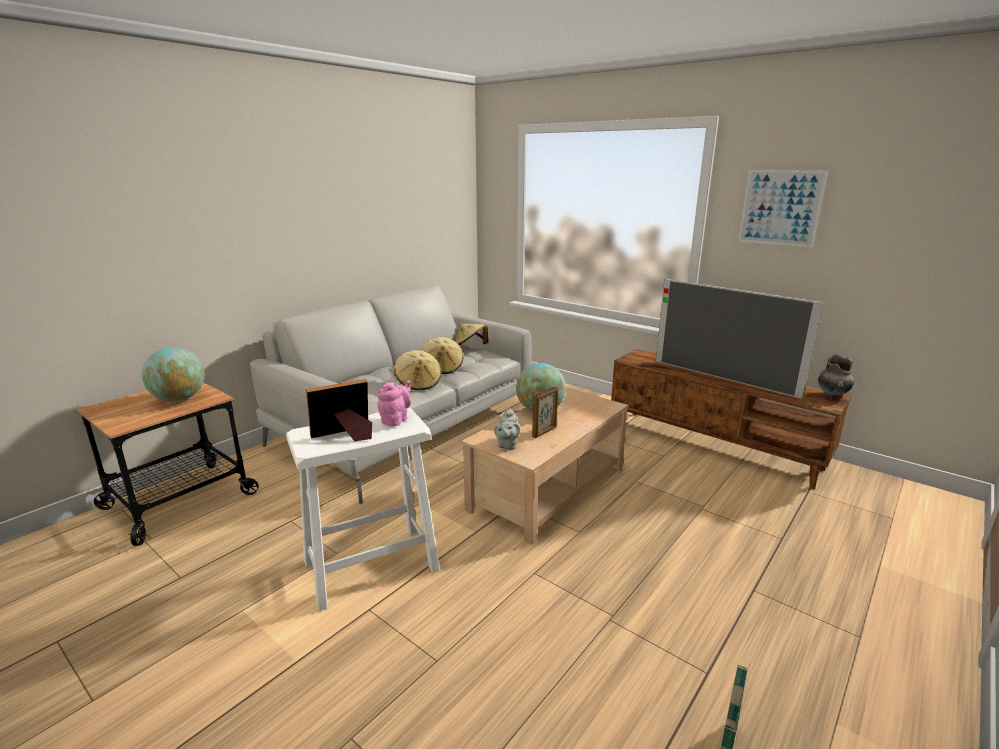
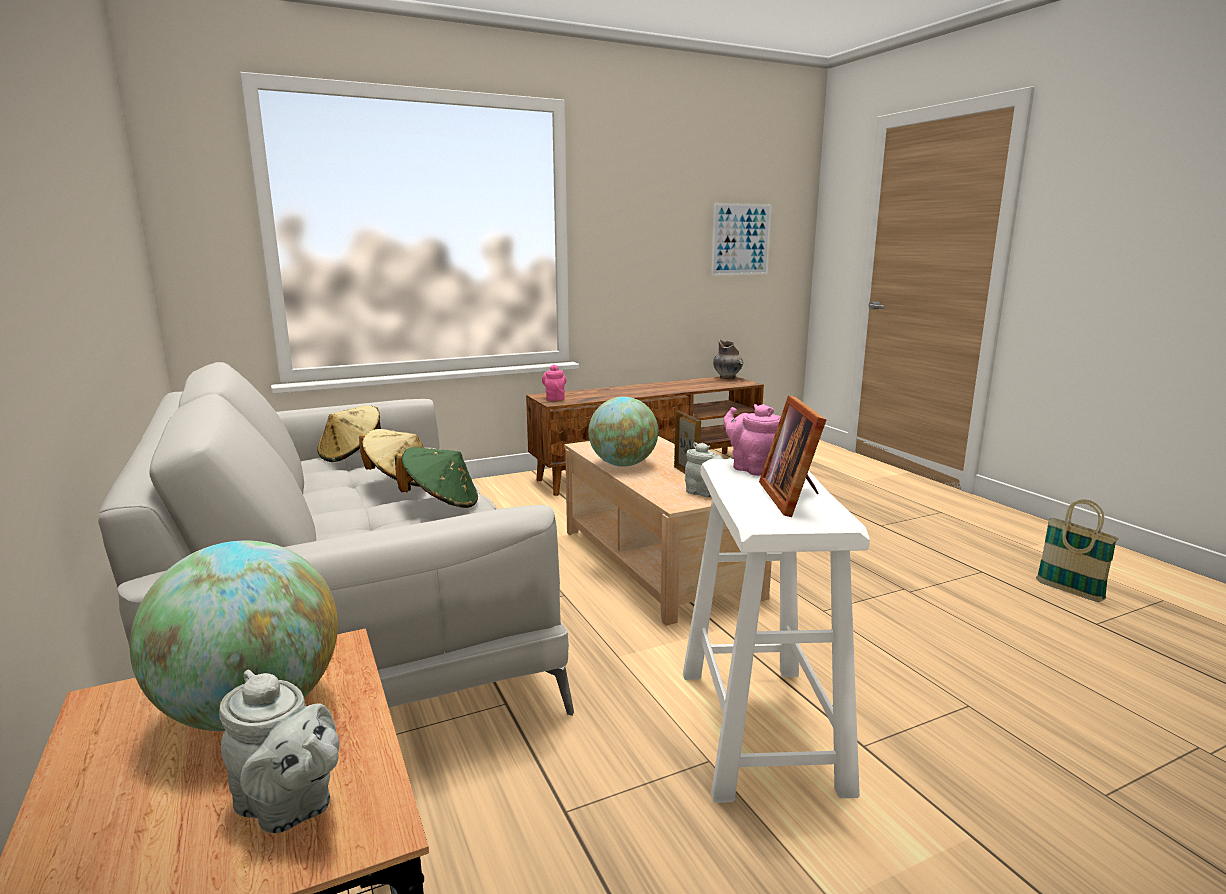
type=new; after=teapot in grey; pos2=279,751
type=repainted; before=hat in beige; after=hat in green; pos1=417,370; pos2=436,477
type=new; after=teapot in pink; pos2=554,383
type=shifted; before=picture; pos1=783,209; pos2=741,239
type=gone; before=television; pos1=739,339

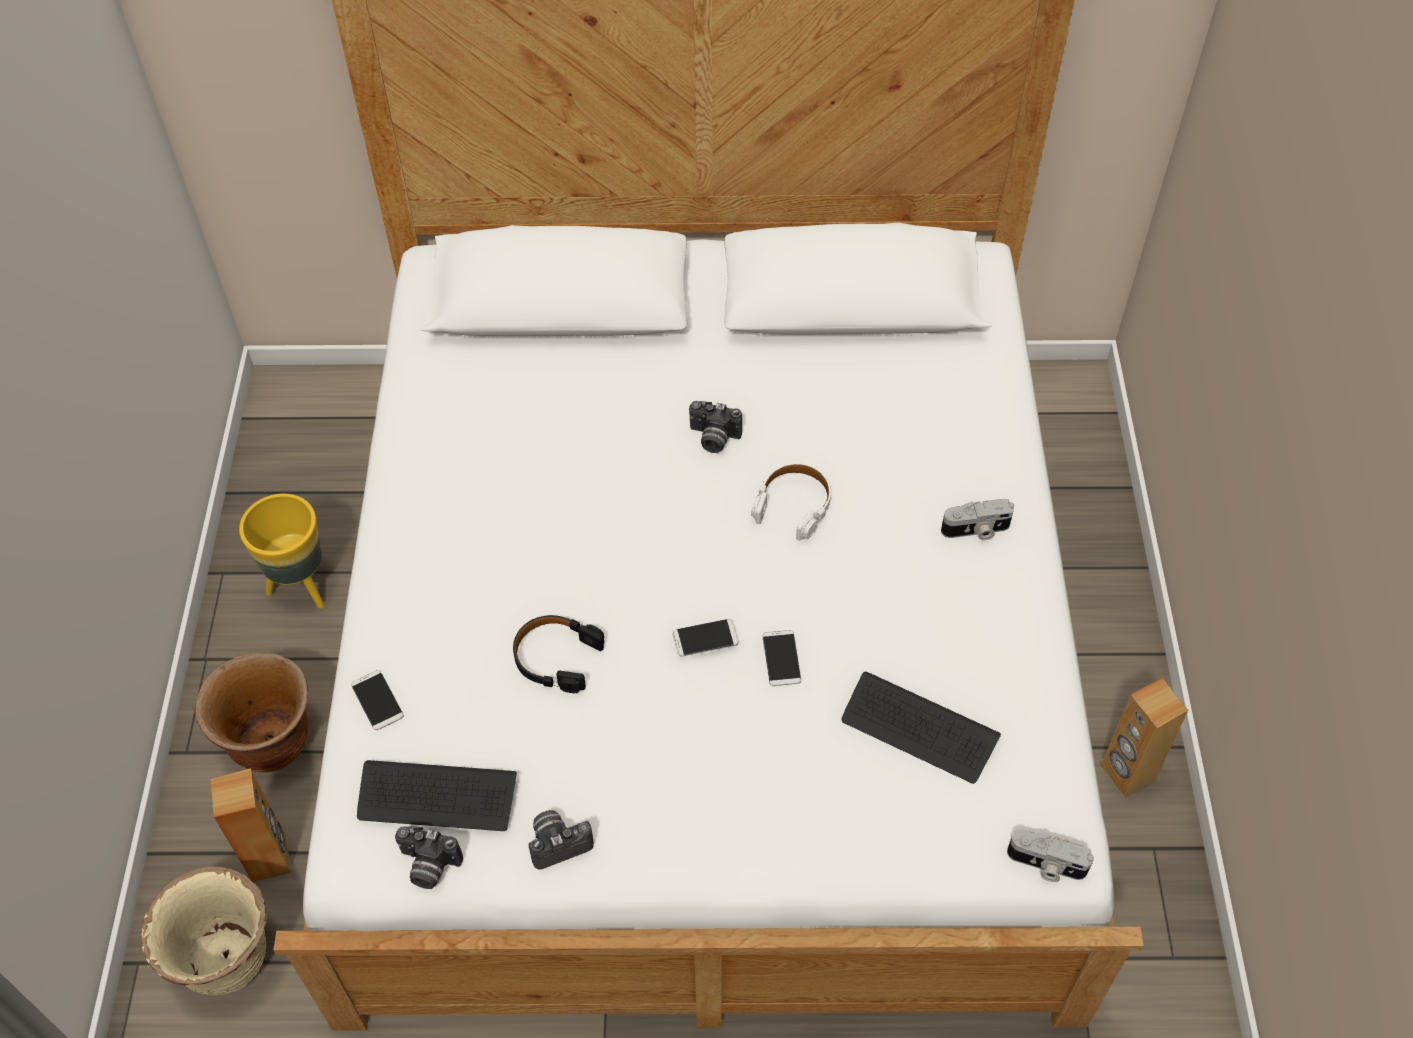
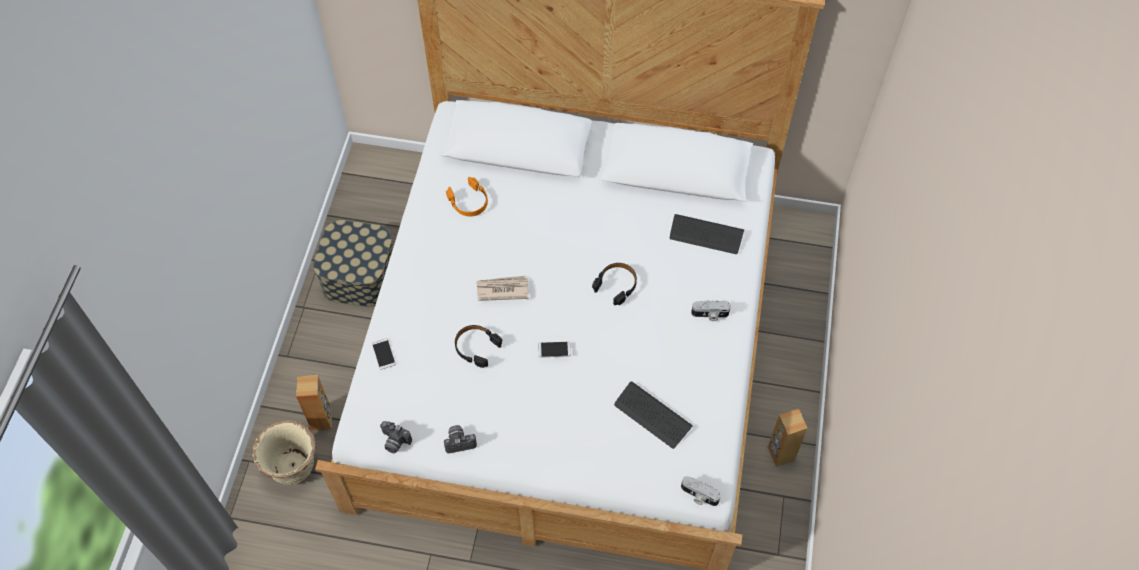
type=swapped; before=planter in yellow; after=storage box; pos1=281,551; pos2=353,263
type=new; after=headphones in orange; pos2=467,196
type=new; after=newspaper; pos2=502,288
type=repainted; before=headphones in white; after=headphones in black; pos1=791,502; pos2=614,284
type=shifted; before=keyboard; pos1=437,795; pos2=707,234
type=gone; before=planter in brown; pos1=251,712
type=gone; before=photo camera; pos1=715,427
type=gone; before=phone; pos1=782,658

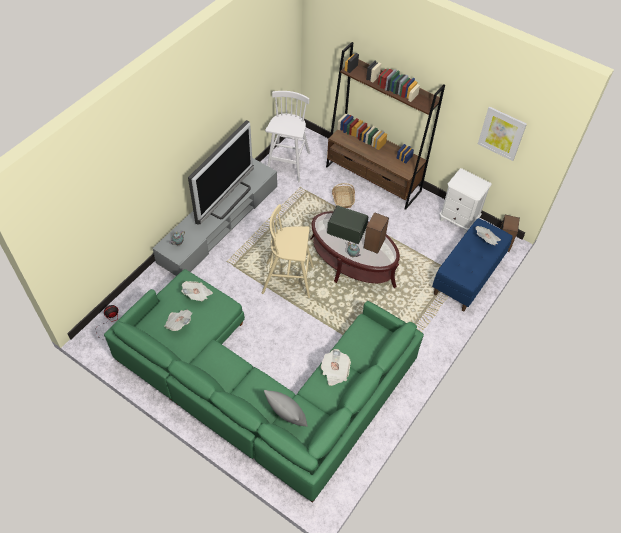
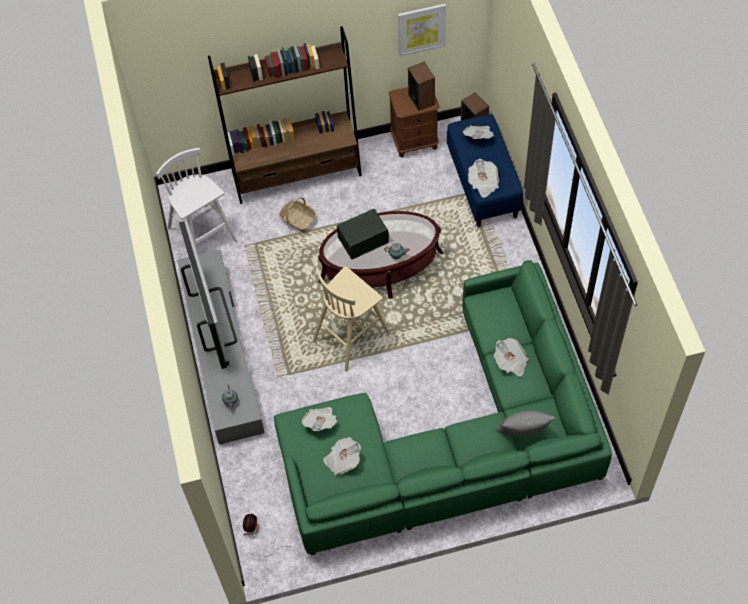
type=repainted; before=nightstand in white; after=nightstand in brown; pos1=466,201; pos2=414,122
type=shifted; before=speaker; pos1=376,233; pos2=421,86
type=new; after=newspaper; pos2=483,178

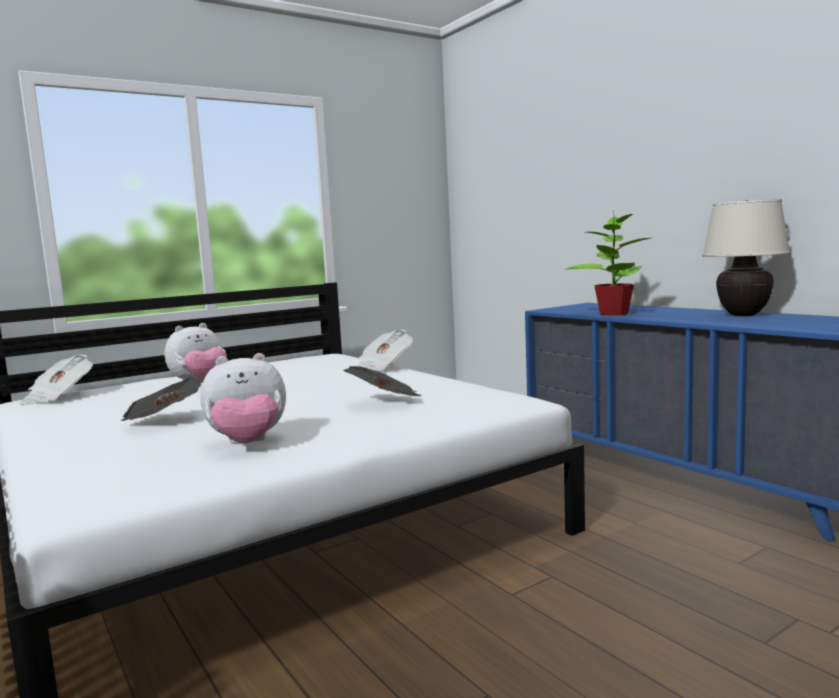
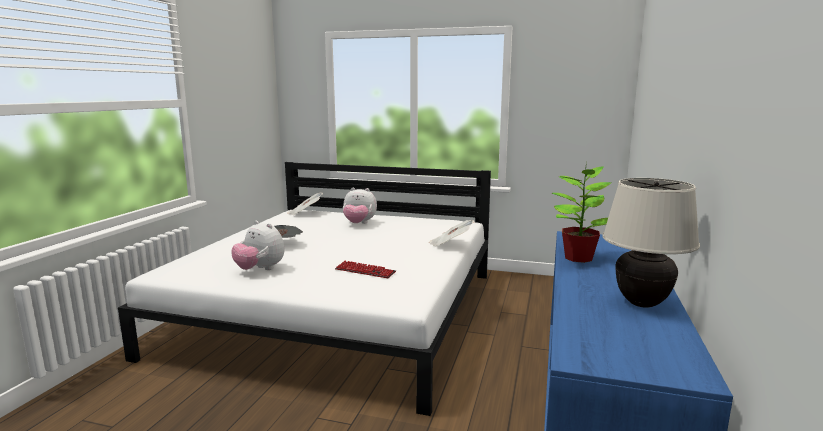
type=swapped; before=newspaper; after=keyboard; pos1=382,381; pos2=365,269

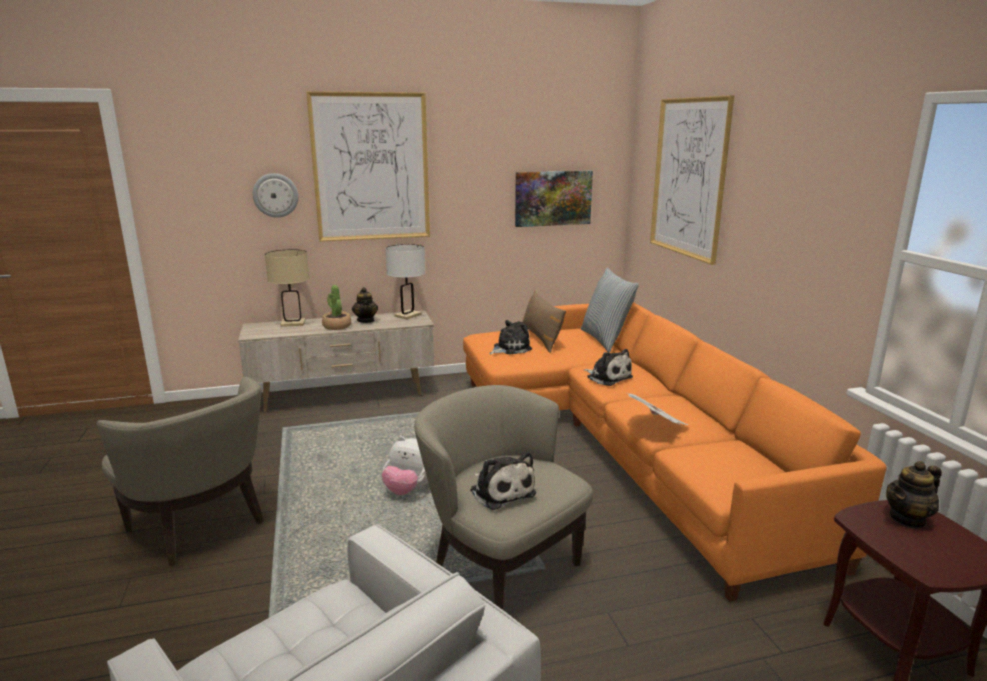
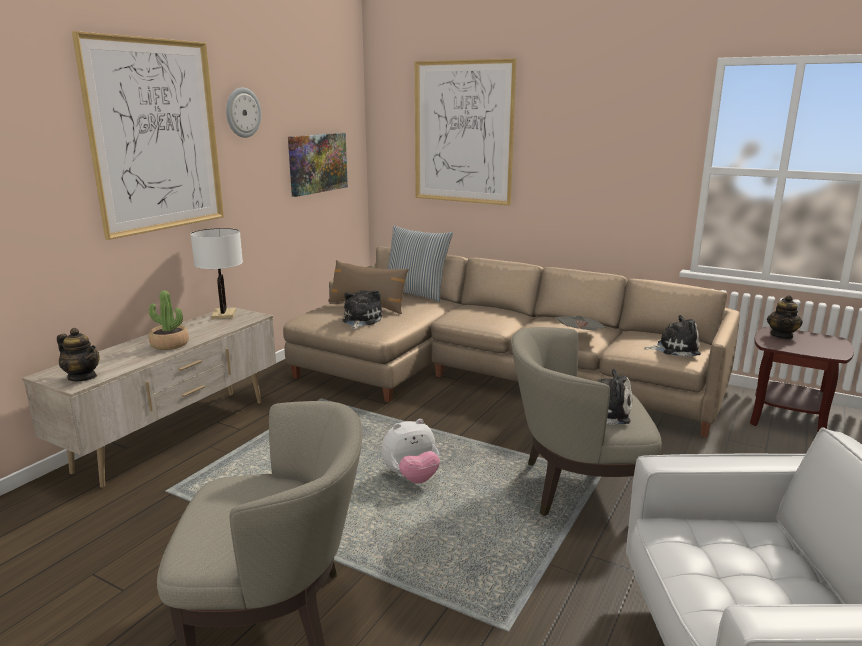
type=shifted; before=teapot; pos1=365,305; pos2=78,354
type=shifted; before=wall clock; pos1=275,195; pos2=243,112
type=repainted; before=sofa in orange; after=sofa in beige; pos1=675,451; pos2=511,342
type=shifted; before=plush toy; pos1=608,367; pos2=672,336
type=gone; before=table lamp in beige; pos1=287,288

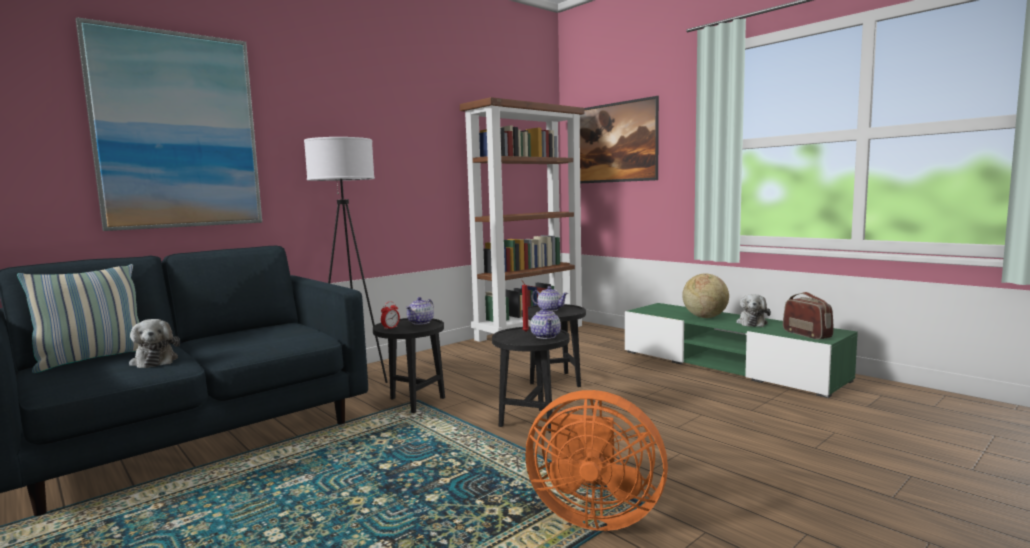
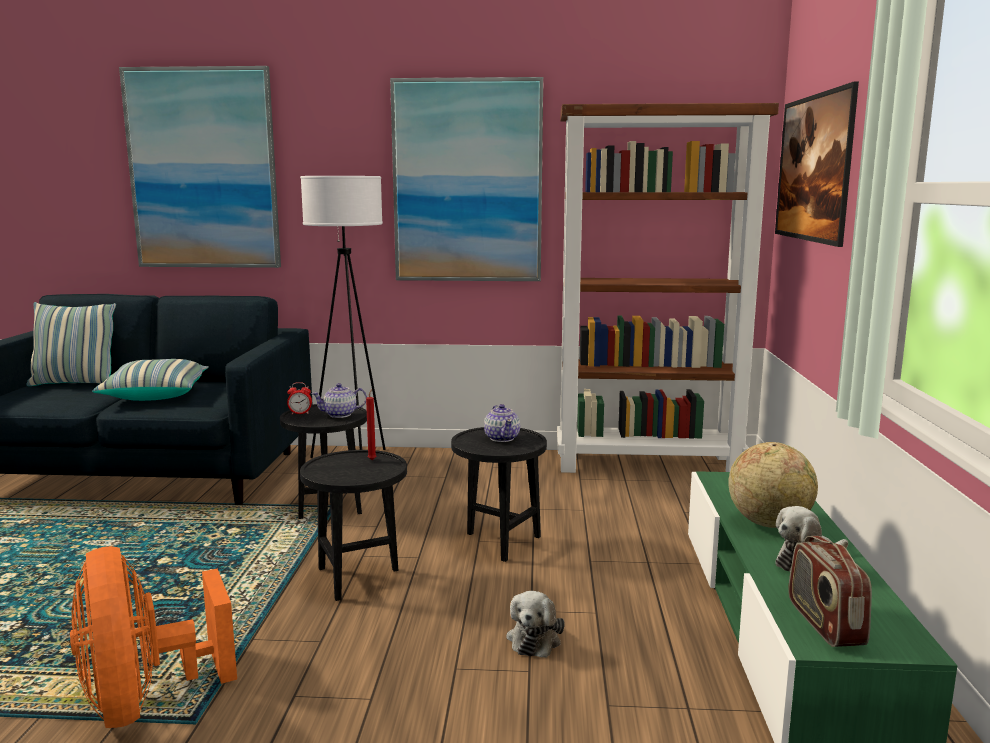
type=new; after=pillow; pos2=150,380
type=new; after=picture; pos2=466,179
type=shifted; before=plush toy; pos1=154,343; pos2=535,624
type=rotated; before=radio; pos1=808,315; pos2=830,591; turn=150
type=gone; before=teapot; pos1=545,323

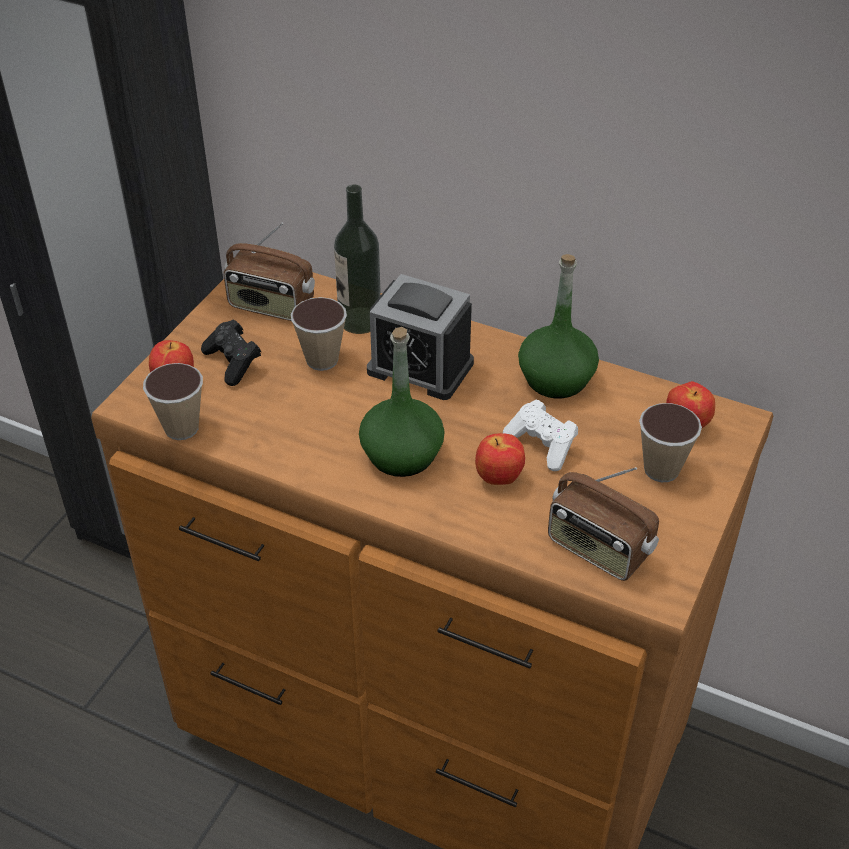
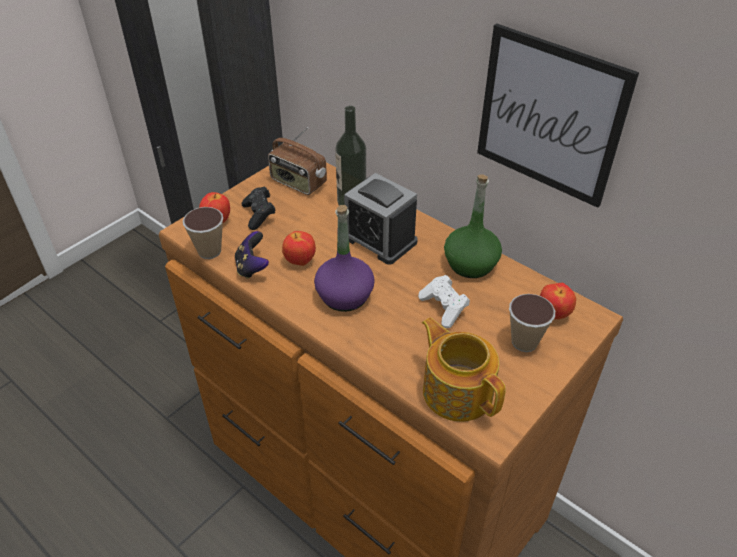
type=new; after=game controller; pos2=252,255
type=shifted; before=apple; pos1=500,459; pos2=299,248
type=repainted; before=bottle in green; after=bottle in purple; pos1=402,402; pos2=344,258
type=swapped; before=radio; after=teapot; pos1=603,524; pos2=464,370
type=new; after=picture; pos2=558,116
type=gone; before=cup; pos1=319,334

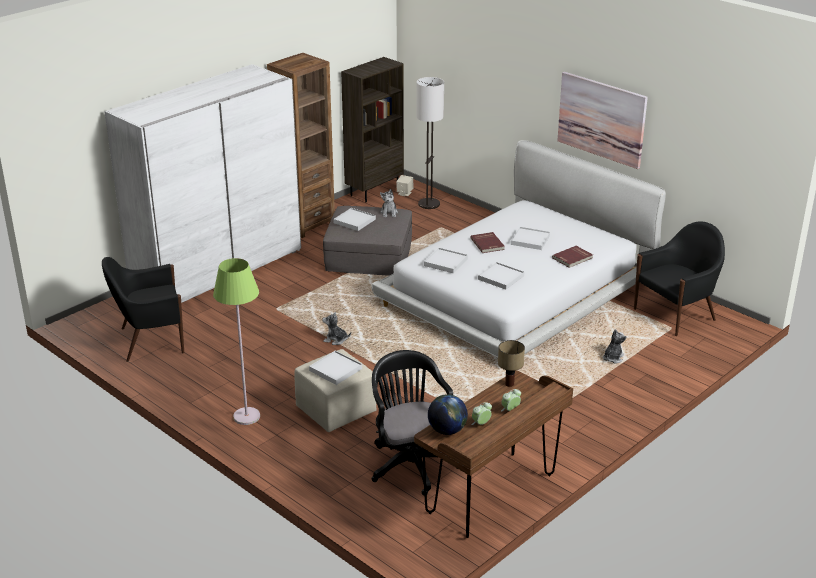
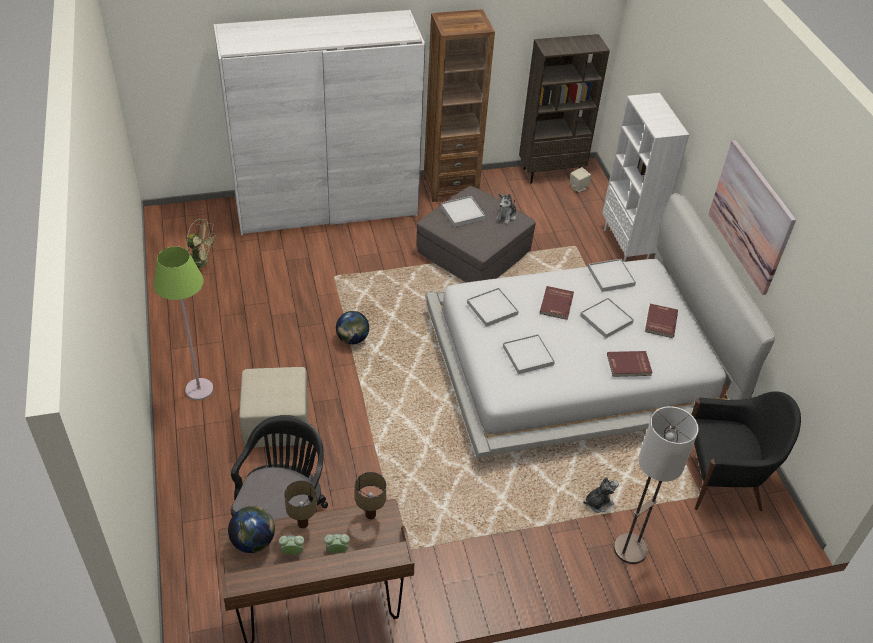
type=swapped; before=armchair in black; after=fan in green; pos1=143,309; pos2=201,243
type=new; after=table lamp; pos2=300,504
type=swapped; before=plush toy; after=globe; pos1=336,328; pos2=352,327
type=shifted; before=tray in white; pos1=335,368; pos2=612,275
type=new; after=bookcase in white; pos2=645,177
type=shifted; before=floor lamp; pos1=430,143; pos2=656,485
type=new; after=book in red; pos2=661,320

